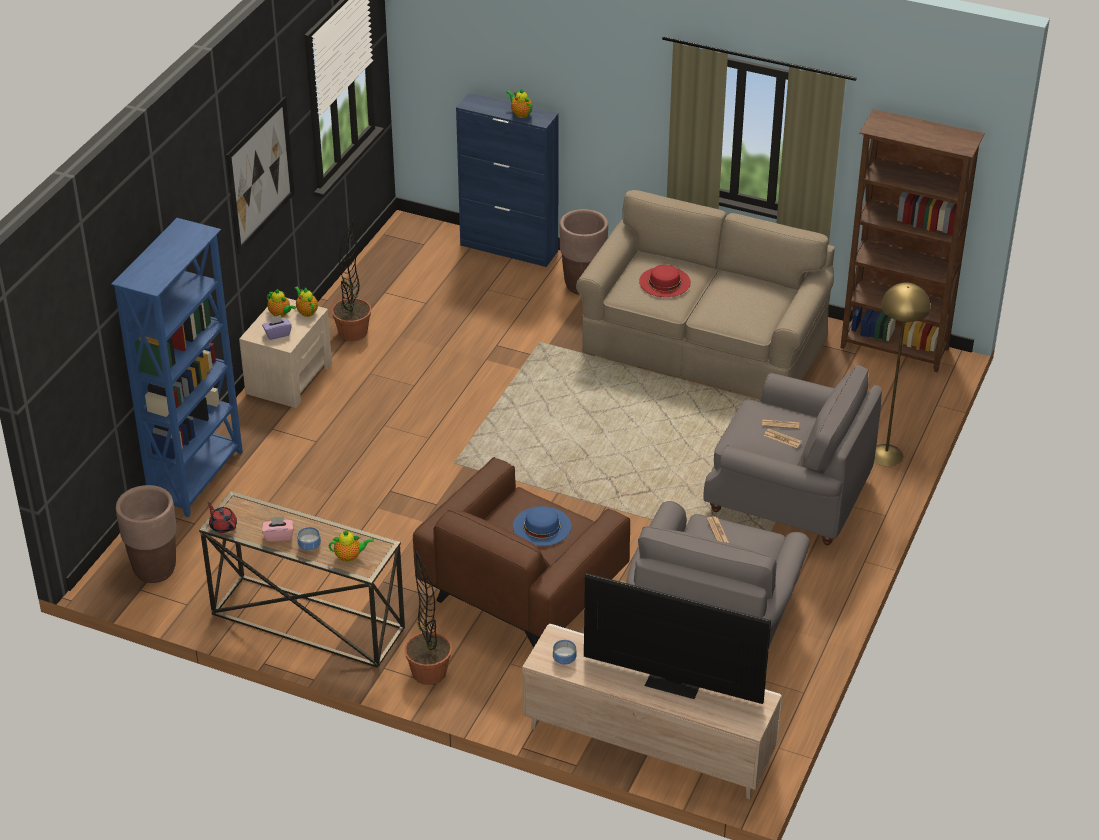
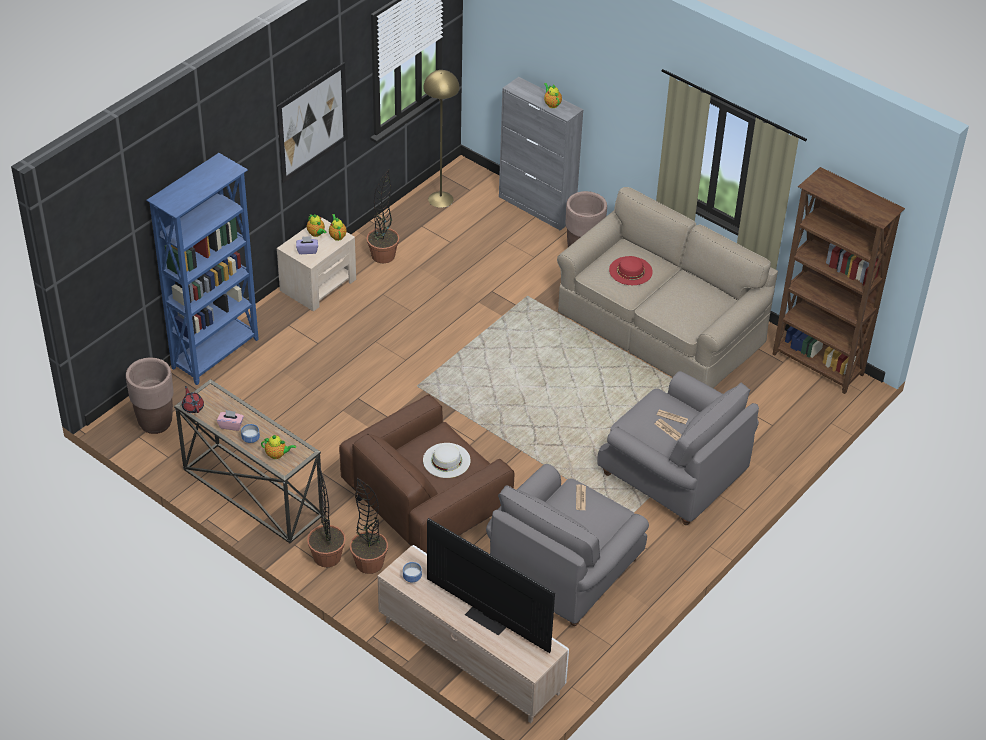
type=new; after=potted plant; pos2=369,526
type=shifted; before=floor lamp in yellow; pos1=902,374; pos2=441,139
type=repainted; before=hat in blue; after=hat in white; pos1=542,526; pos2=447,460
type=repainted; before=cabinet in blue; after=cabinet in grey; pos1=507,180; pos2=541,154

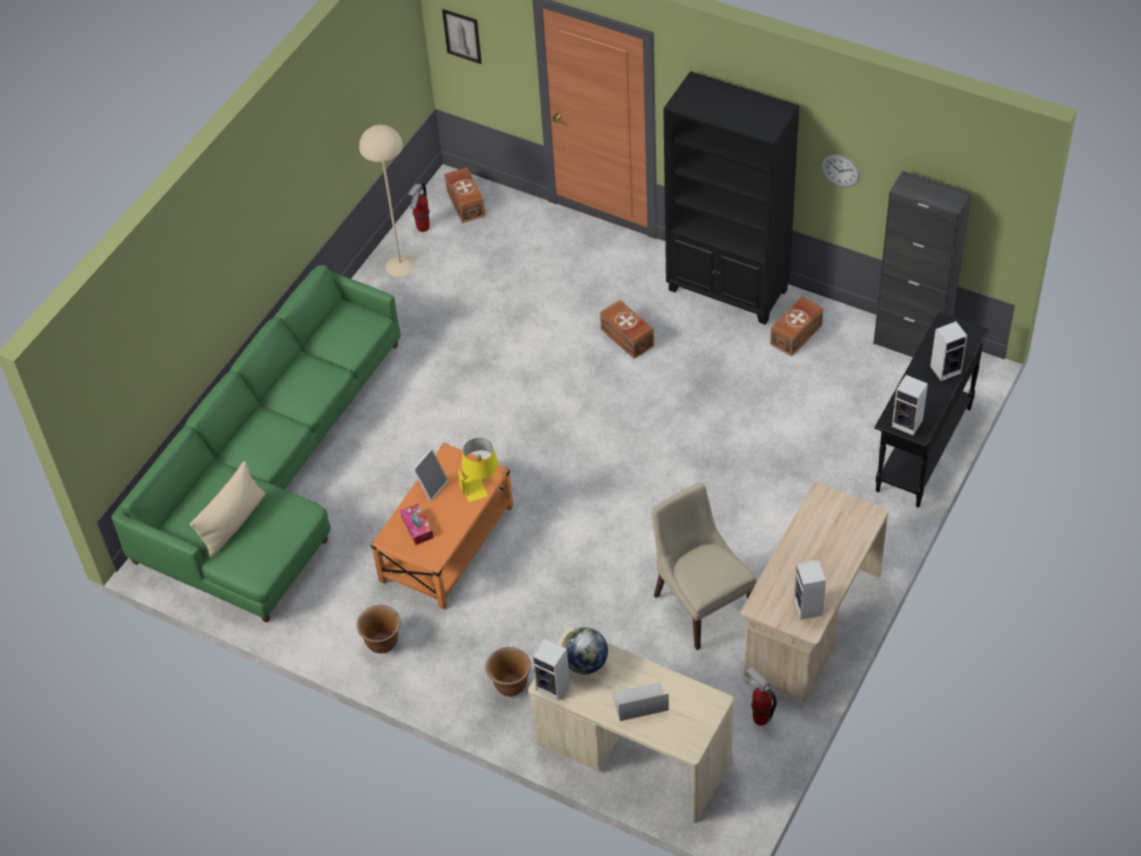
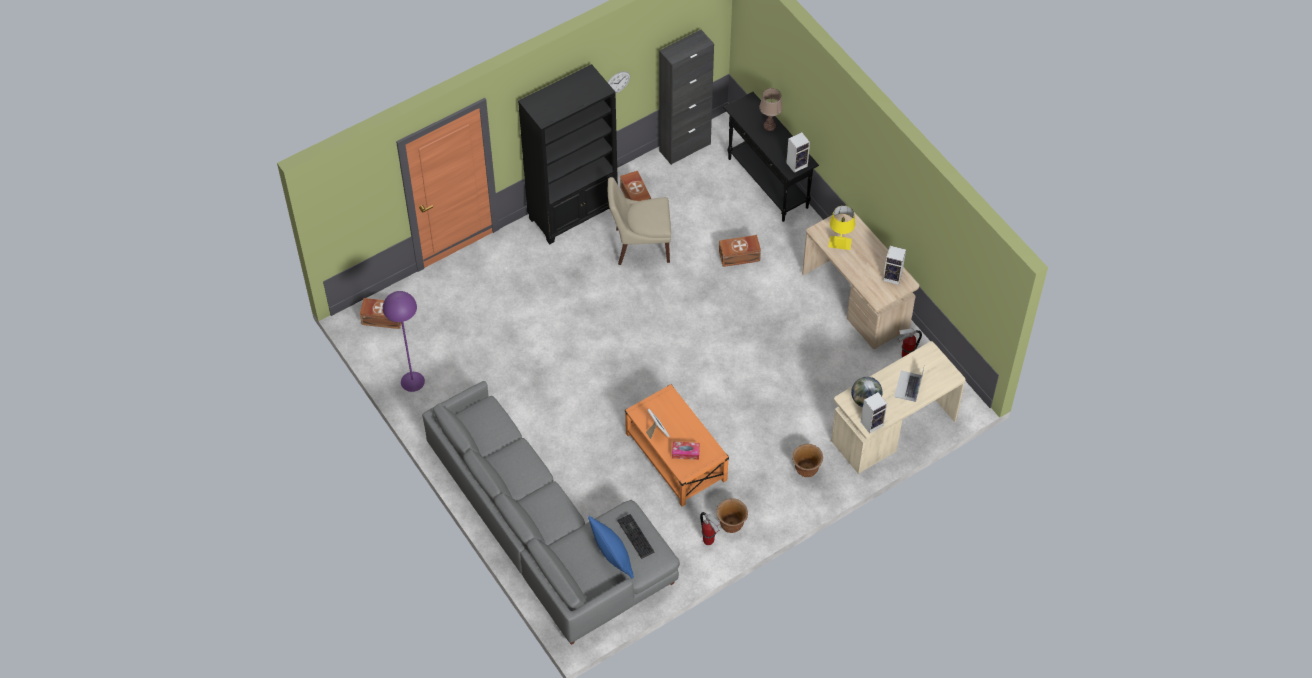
type=repainted; before=floor lamp in beige; after=floor lamp in purple; pos1=387,201; pos2=404,341
type=repainted; before=sofa in green; after=sofa in grey; pos1=256,444; pos2=551,513
type=repainted; before=pillow in beige; after=pillow in blue; pos1=228,509; pos2=611,547
type=shifted; before=chair in beige; pos1=704,566; pos2=639,221
type=new; after=keyboard; pos2=636,536
type=shifted; before=fire extinguisher; pos1=419,207; pos2=710,528
type=shifted; before=storage box in brown; pos1=627,329; pos2=740,251
type=swapped; before=speaker; after=table lamp in brown; pos1=948,351; pos2=771,109
type=shifted; before=table lamp in yellow; pos1=478,470; pos2=841,227
type=gone; before=picture; pos1=462,36

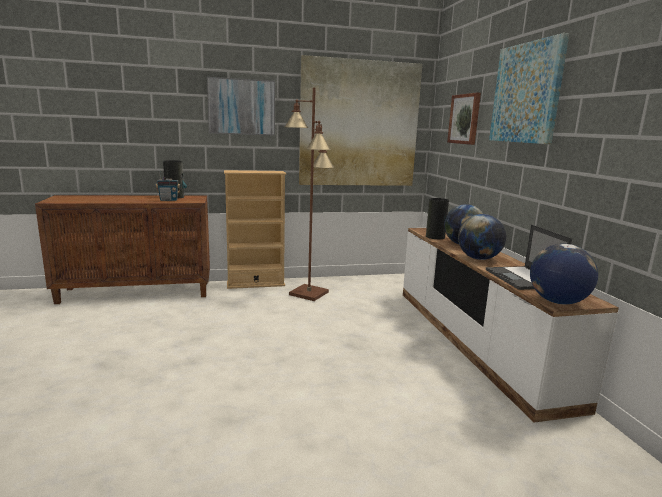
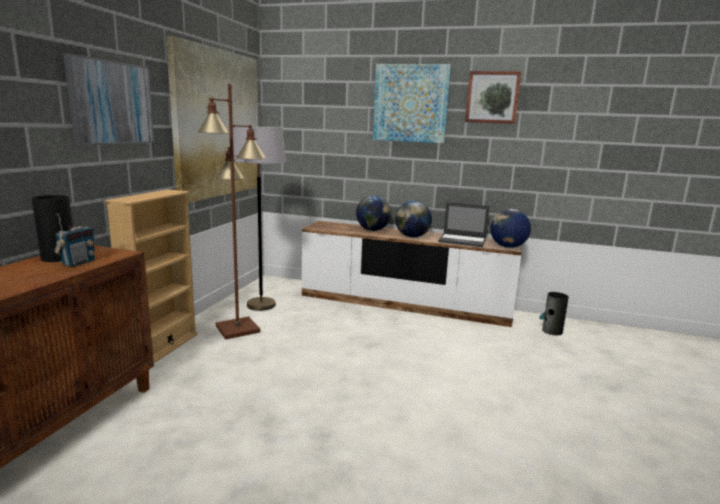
type=new; after=floor lamp in grey; pos2=259,219
type=shifted; before=picture; pos1=464,119; pos2=493,97
type=shifted; before=vase; pos1=437,218; pos2=554,313

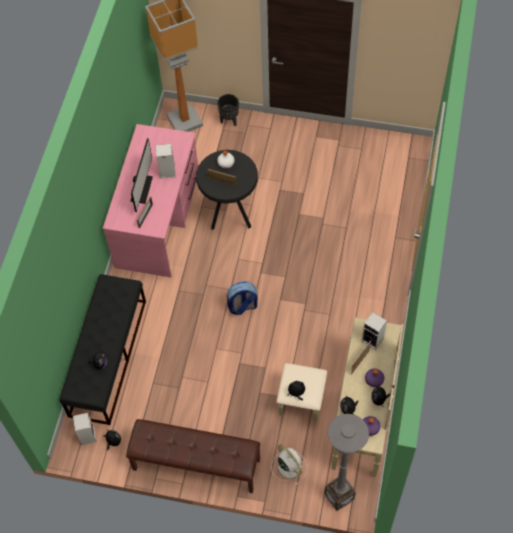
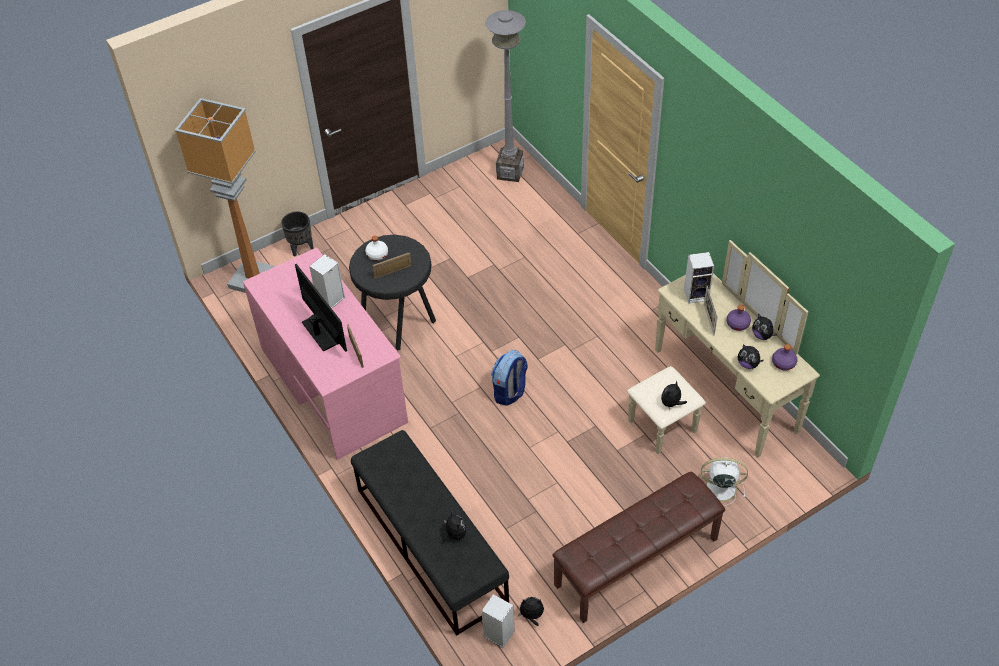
type=shifted; before=floor lamp in grey; pos1=346,462; pos2=505,96

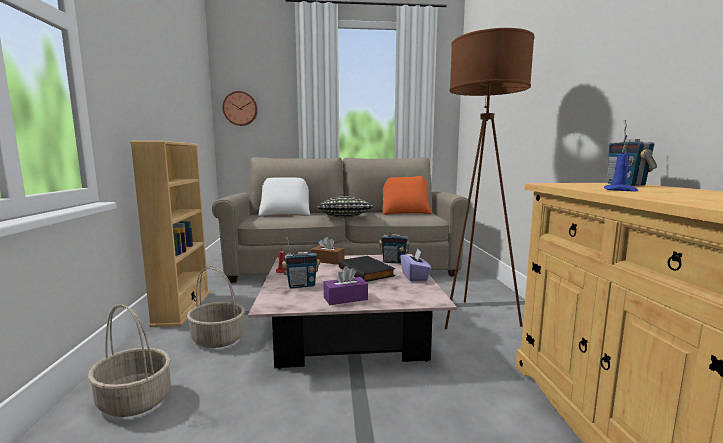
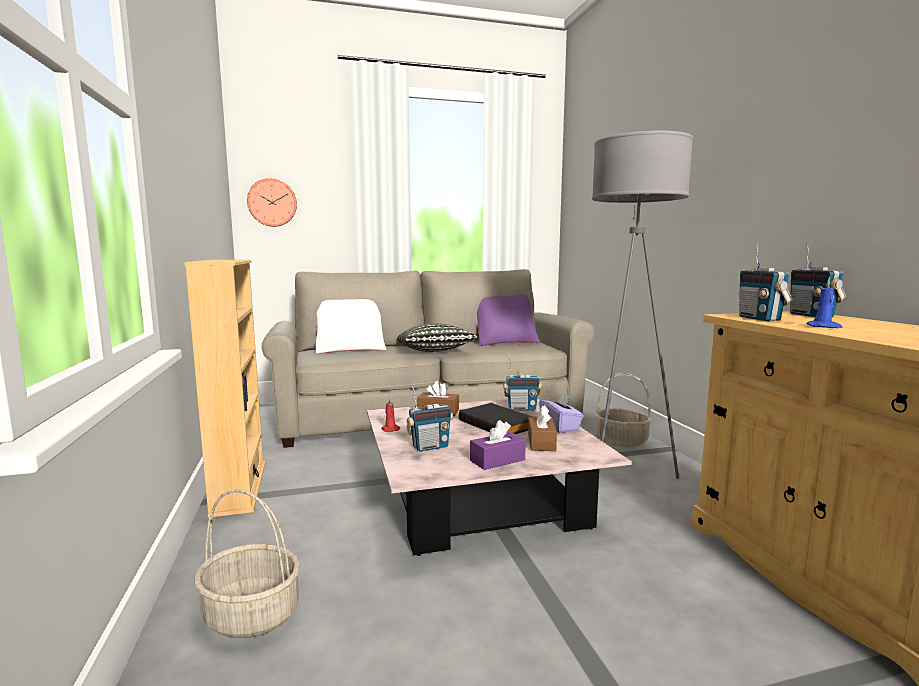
type=repainted; before=pillow in orange; after=pillow in purple; pos1=407,195; pos2=508,320
type=new; after=tissue box in brown; pos2=542,428
type=repainted; before=floor lamp in brown; after=floor lamp in grey; pos1=490,178; pos2=642,305
type=shifted; before=basket; pos1=216,307; pos2=623,410
type=new; after=radio; pos2=766,283

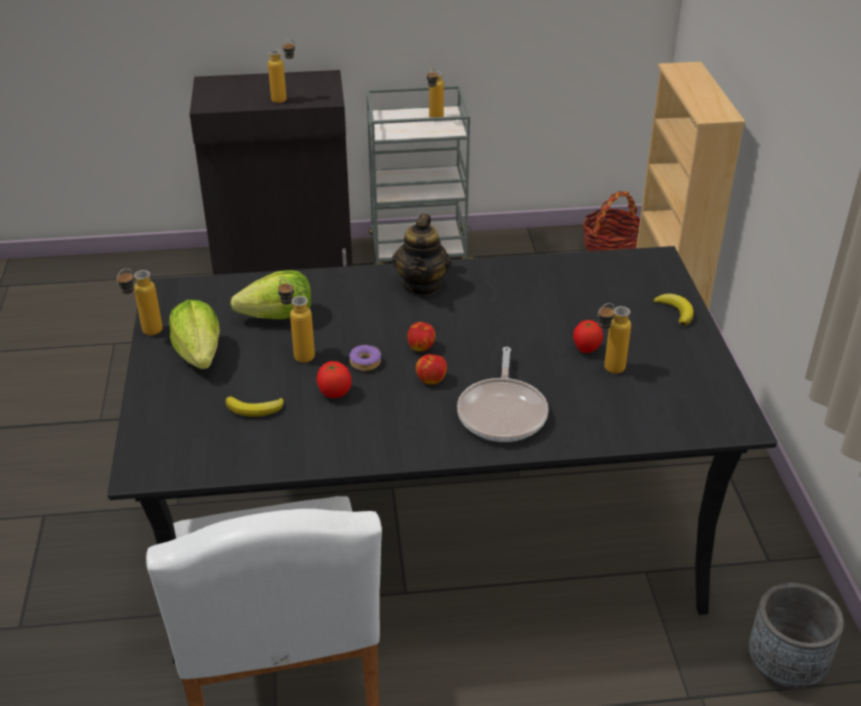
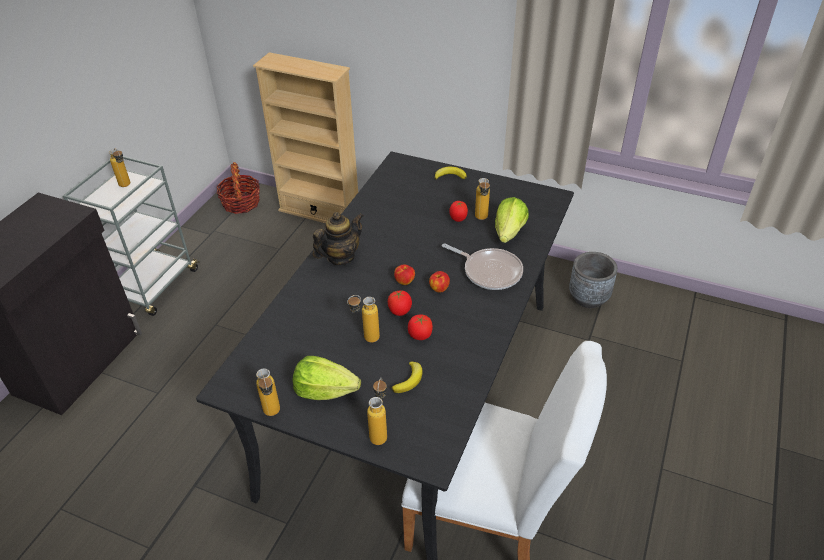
type=rotated; before=teapot; pos1=421,255; pos2=338,238; turn=-75
type=shifted; before=bottle; pos1=281,71; pos2=377,411
type=swapped; before=donut; after=tomato; pos1=365,358; pos2=400,303
type=shifted; before=lettuce; pos1=270,294; pos2=512,220

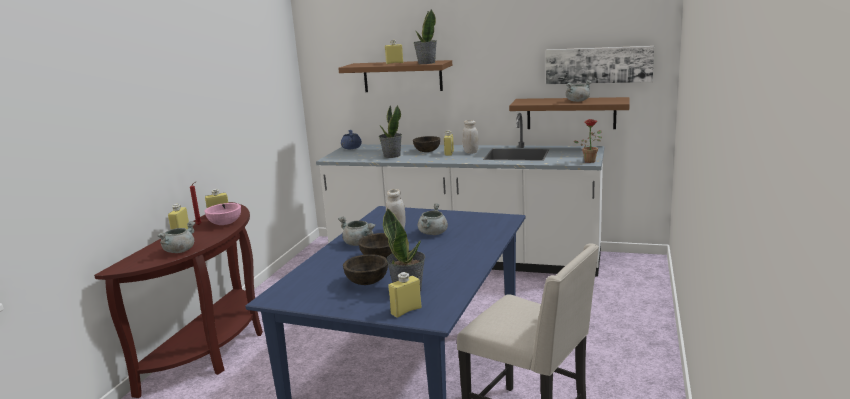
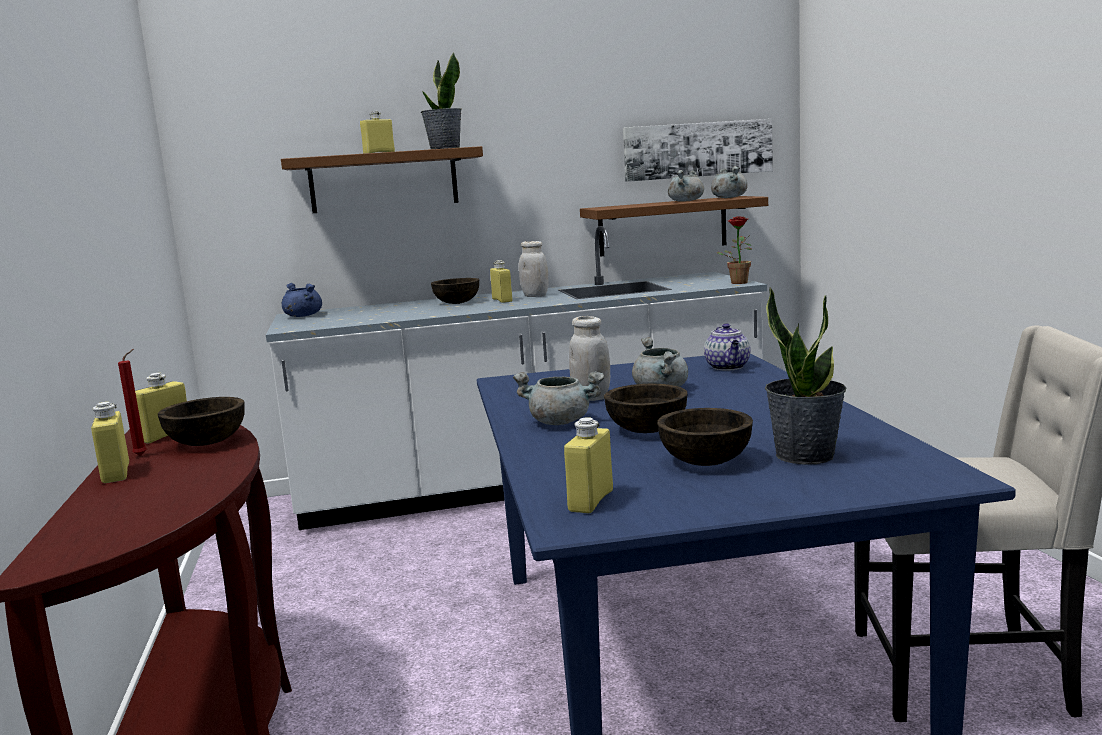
type=repainted; before=bowl in pink; after=bowl in brown; pos1=223,214; pos2=201,421
type=shifted; before=bottle in yellow; pos1=405,295; pos2=588,465
type=new; after=teapot; pos2=727,347
type=shifted; before=cooking pot in grey; pos1=176,237; pos2=729,182
type=gone; before=potted plant; pos1=390,131

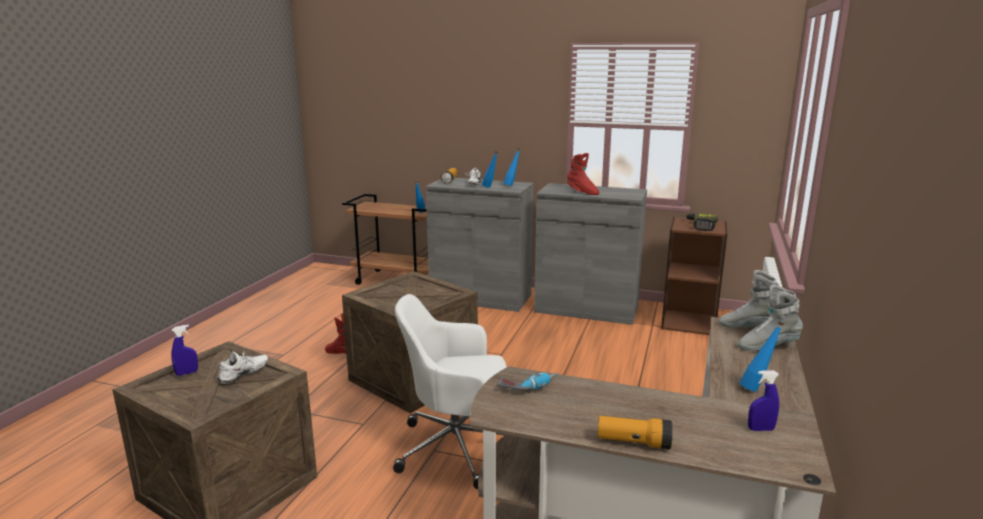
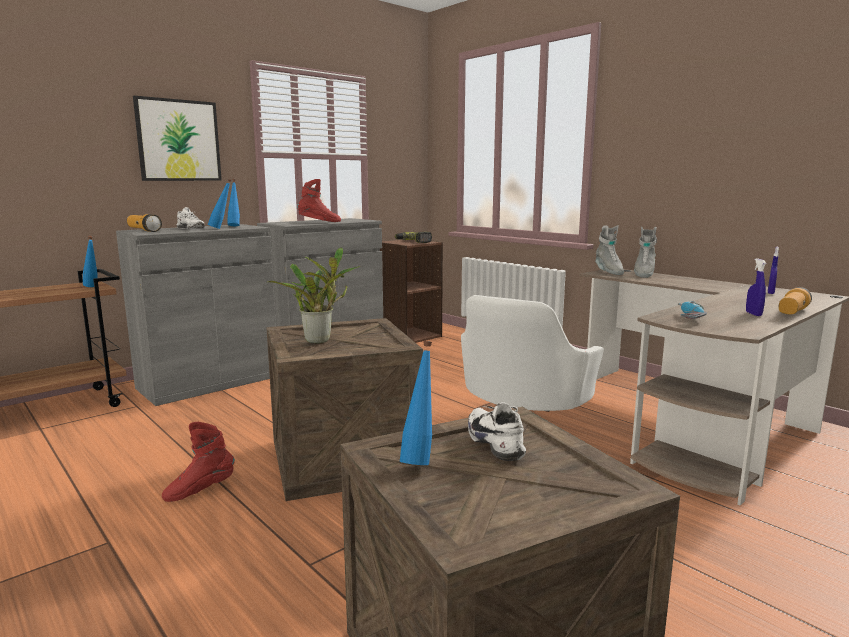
type=new; after=picture; pos2=177,138
type=new; after=potted plant; pos2=314,295
type=shifted; before=bottle in blue; pos1=762,356; pos2=416,403
type=rotated; before=boot in grey; pos1=749,299; pos2=609,250; turn=-60
type=shifted; before=spray bottle in blue; pos1=184,350; pos2=756,287

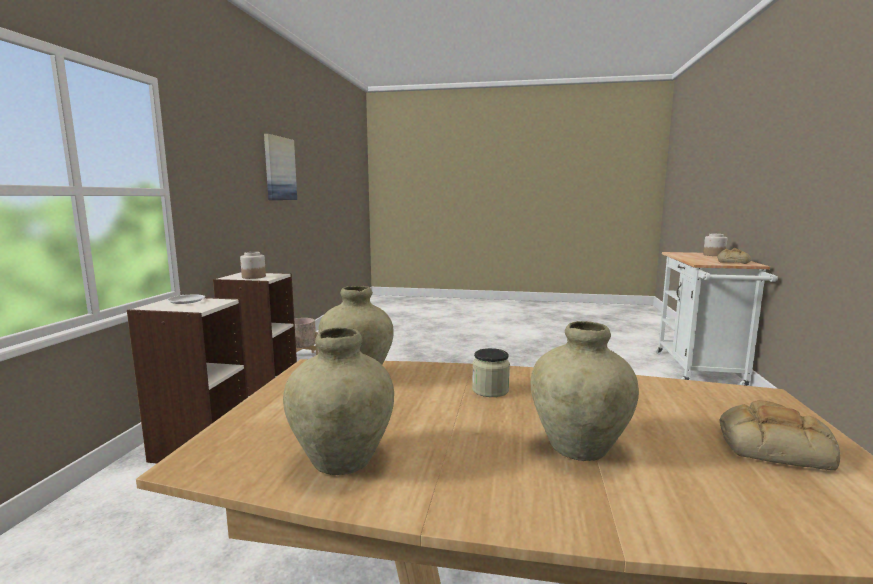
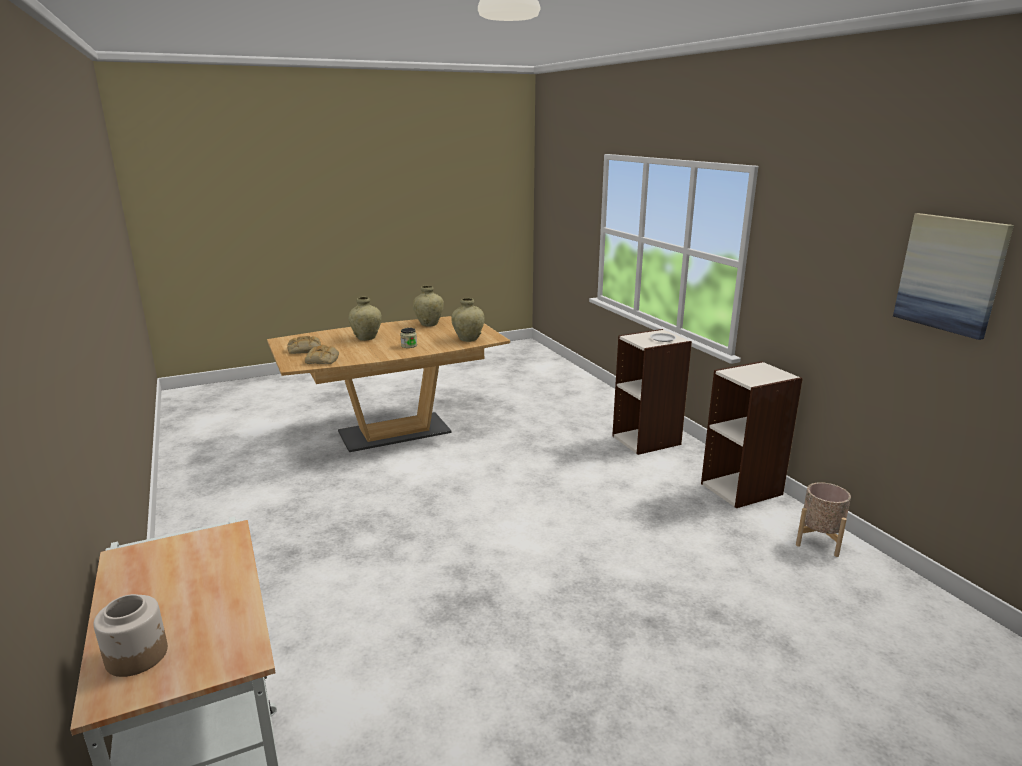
type=shifted; before=bread; pos1=734,256; pos2=322,354
type=gone; before=jar; pos1=253,265

